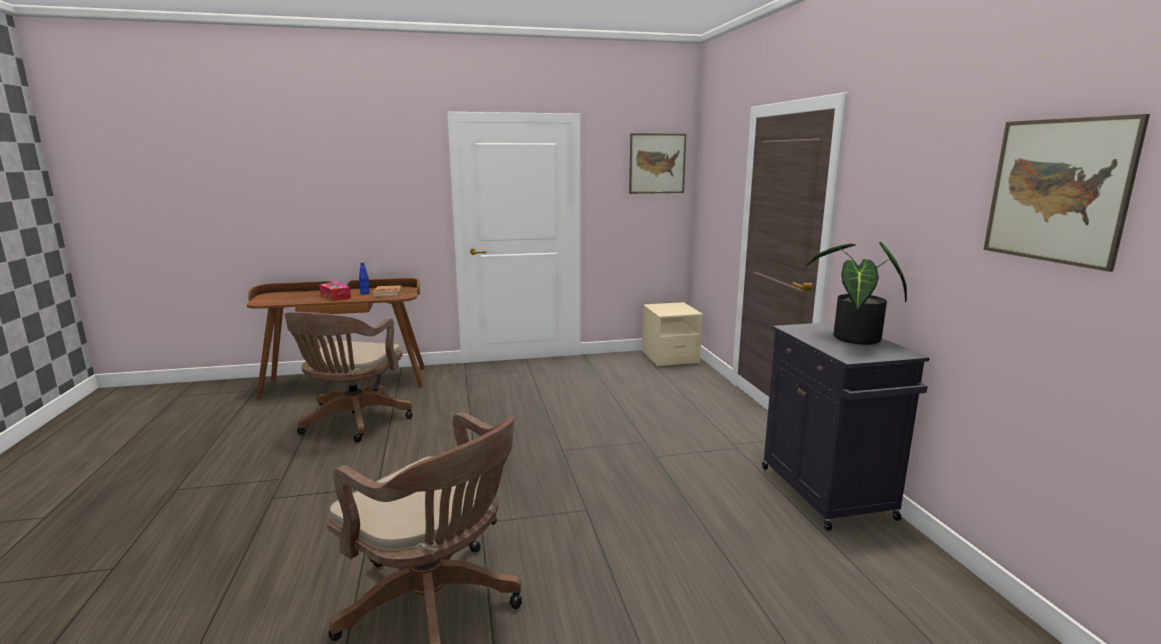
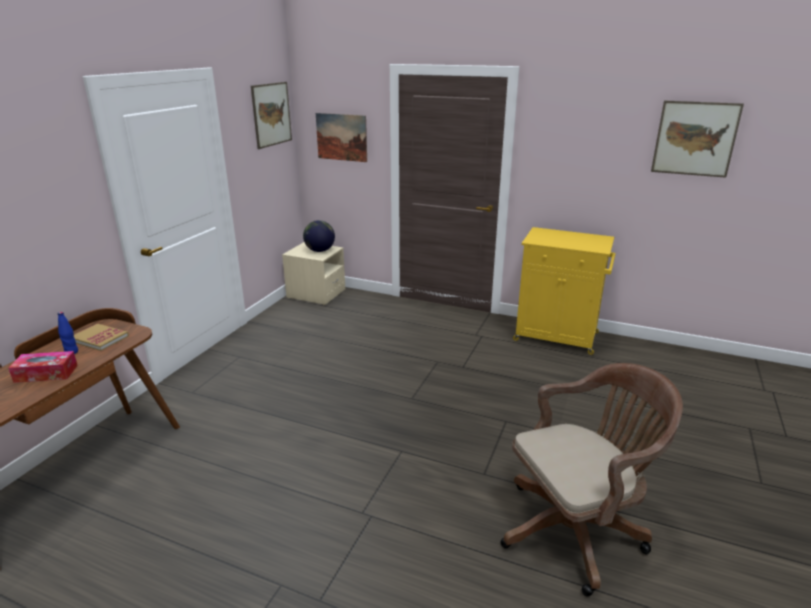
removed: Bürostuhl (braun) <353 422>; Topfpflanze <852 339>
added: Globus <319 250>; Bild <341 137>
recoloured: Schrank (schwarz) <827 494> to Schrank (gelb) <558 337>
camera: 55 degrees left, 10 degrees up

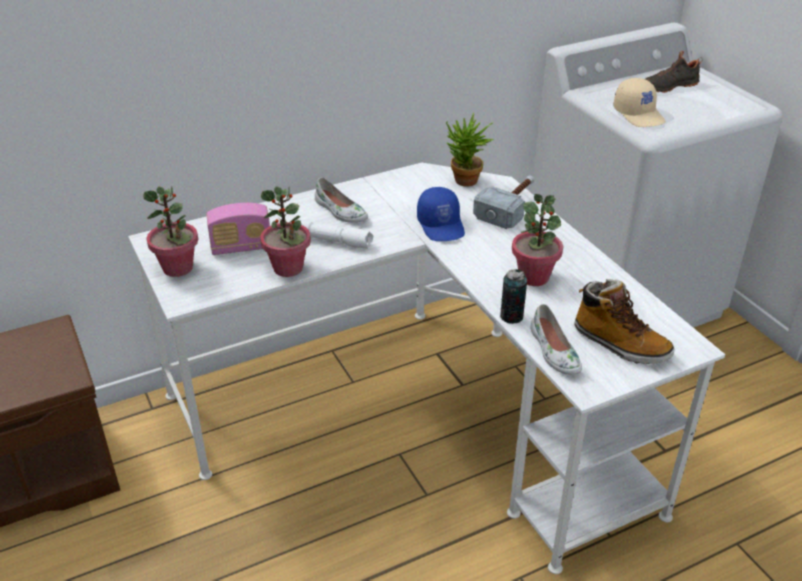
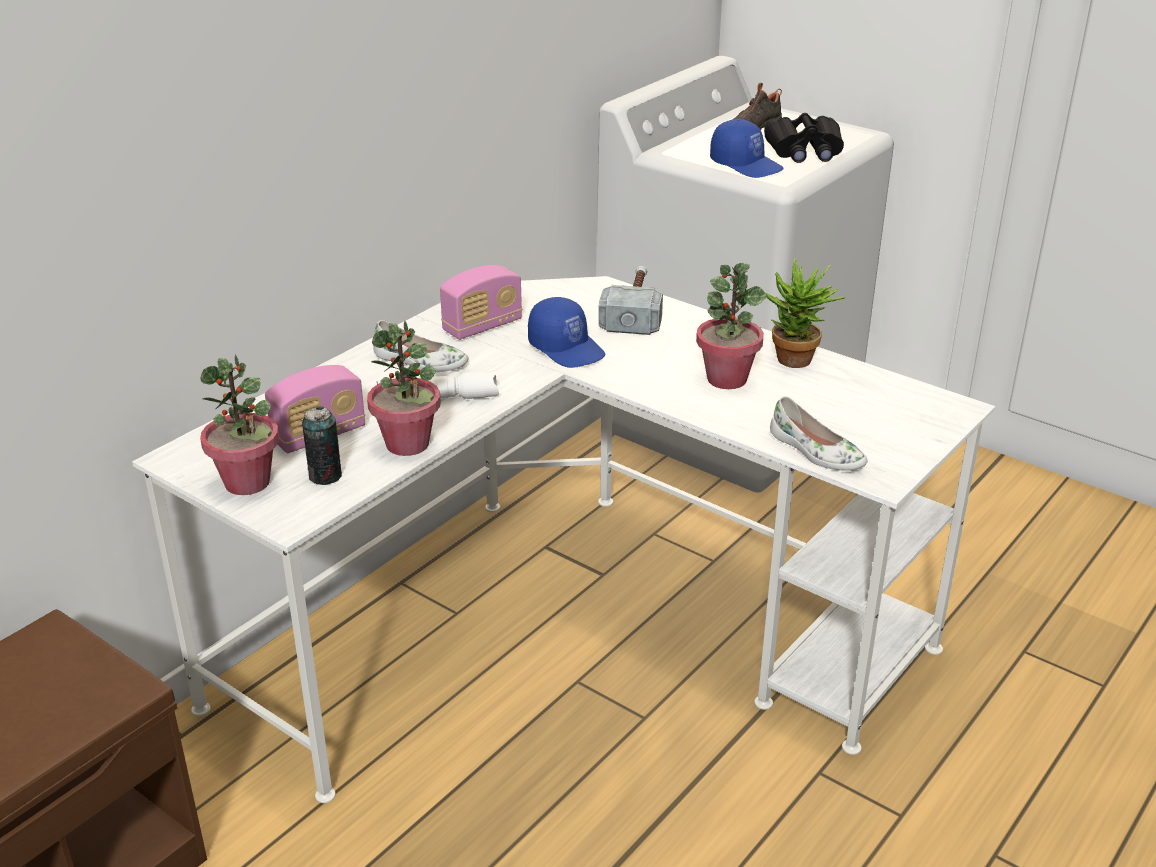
removed: Stiefel <620 344>
added: Radio <482 326>; Fernglas (schwarz) <804 151>
moved: Topfpflanze <464 183> to <796 363>; Dose <511 317> to <325 476>
recoloured: Kappe (beige) <639 115> to Kappe (blau) <746 165>
camera: 25 degrees left, 5 degrees down

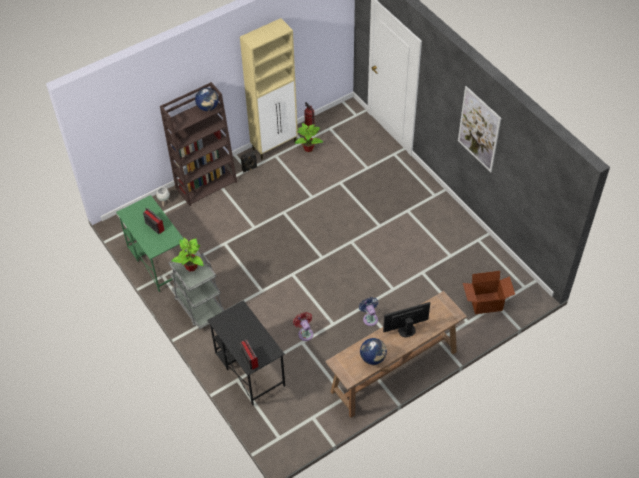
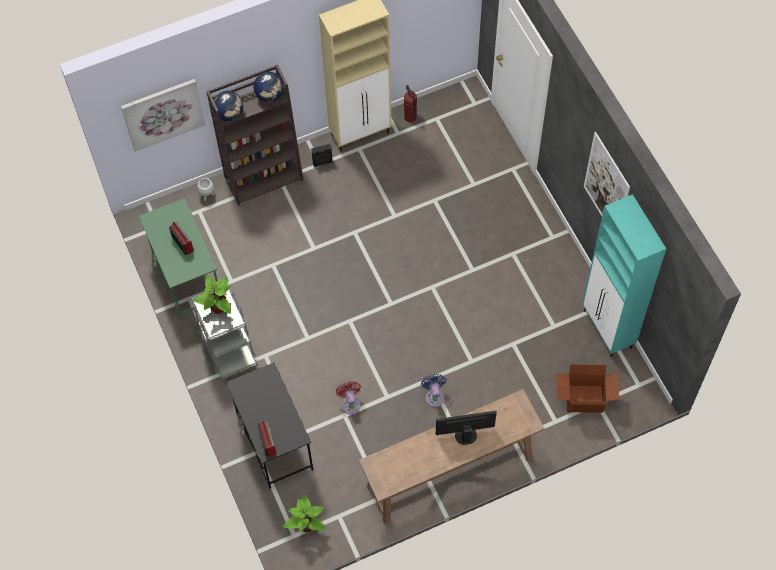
added: Bild <163 114>; Schrank (türkis) <607 330>
moved: Topfpflanze <308 148> to <307 525>; Globus <373 358> to <229 114>
camera: 10 degrees right, 10 degrees up

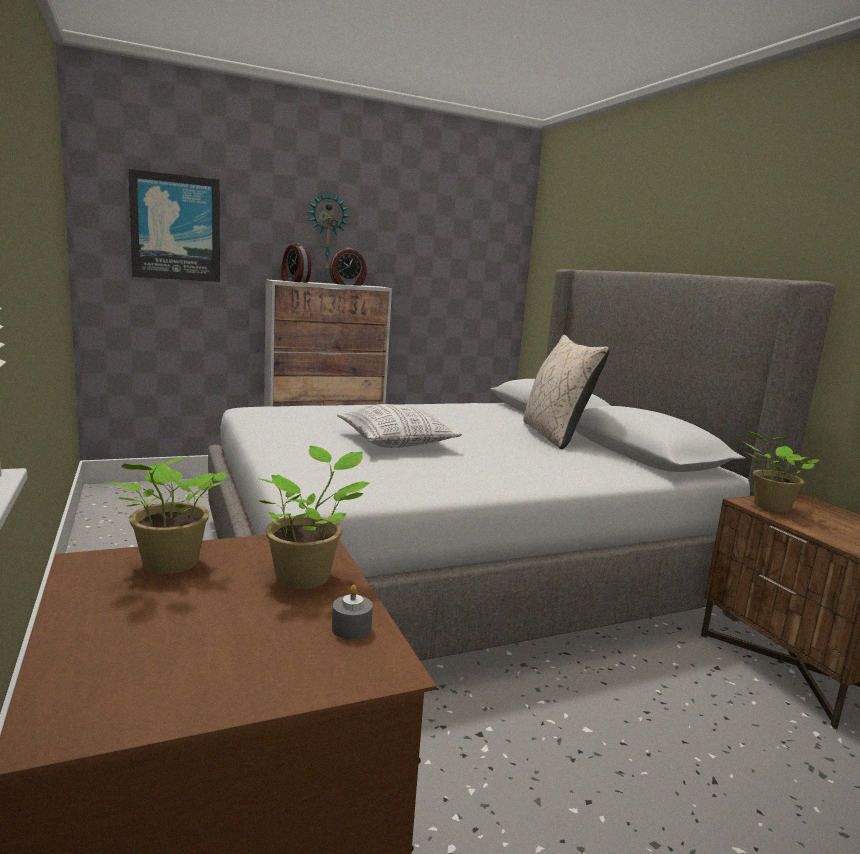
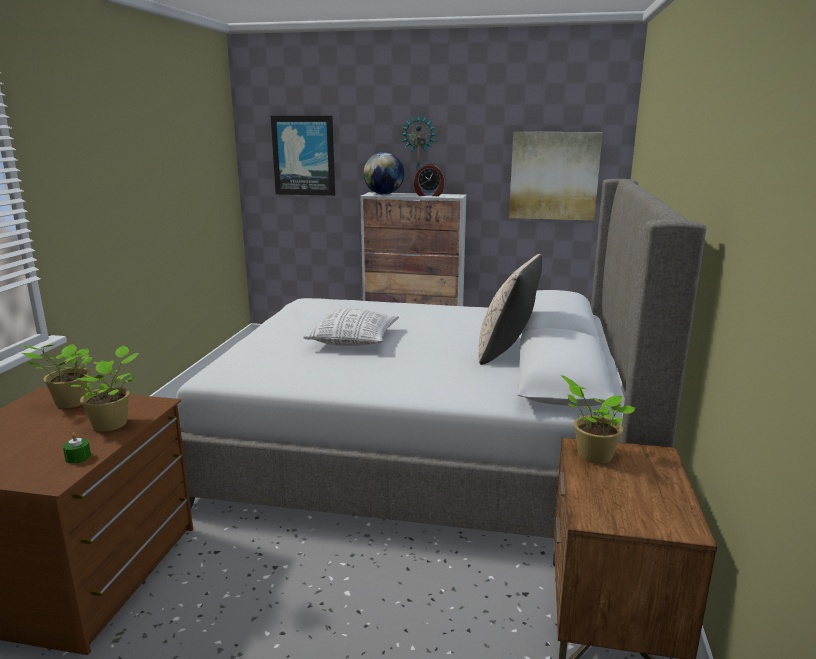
added: Bild <554 176>
replaced: Wecker <294 281> to Globus <384 194>
recoloured: Kerze (grau) <351 628> to Kerze (grün) <78 457>
camera: 35 degrees right, 5 degrees up

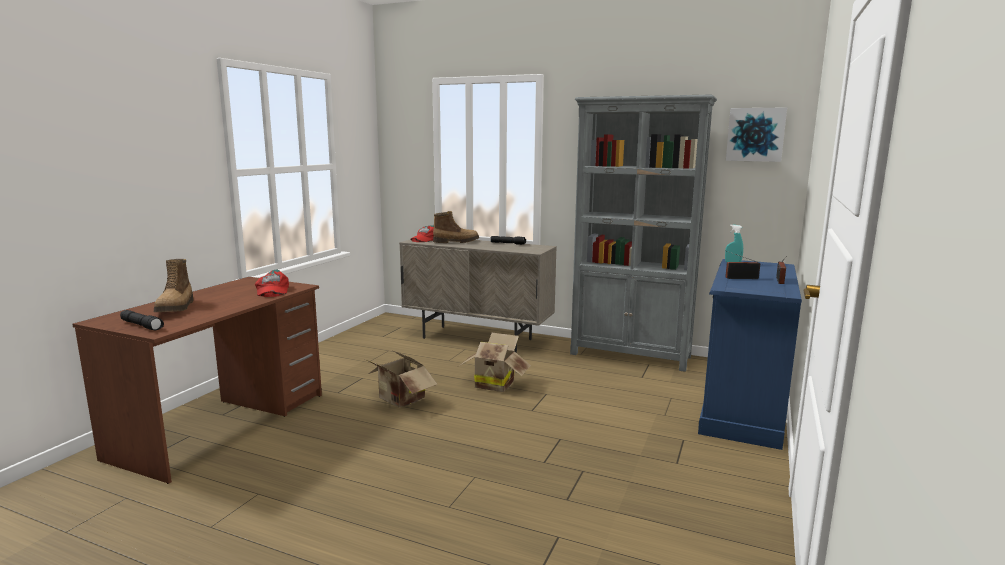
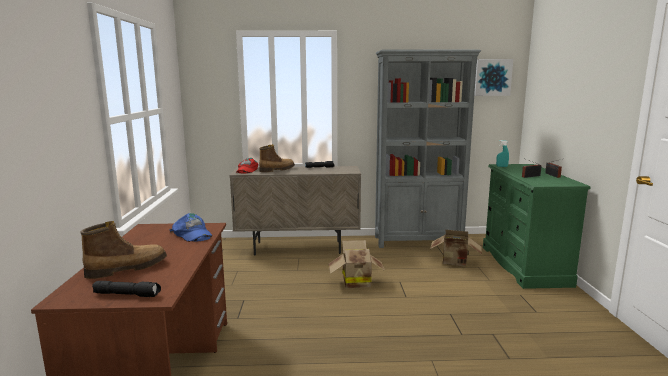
moved: Karton <400 400> to <455 263>
recoloured: Kappe (rot) <272 290> to Kappe (blau) <192 234>; Kommode (blau) <741 408> to Kommode (grün) <524 265>
turned: Stiefel <176 308> = <127 268> 90 degrees counterclockwise
camera: 25 degrees left, 0 degrees up

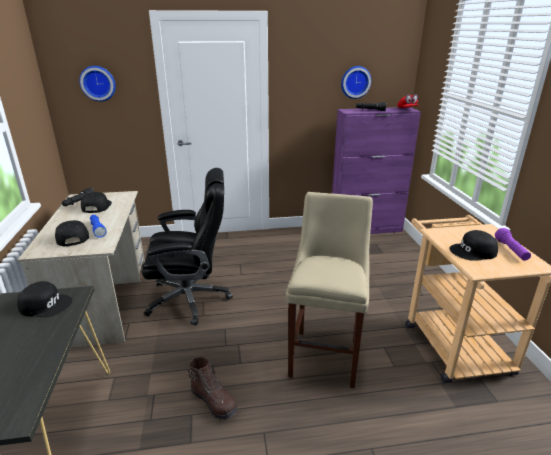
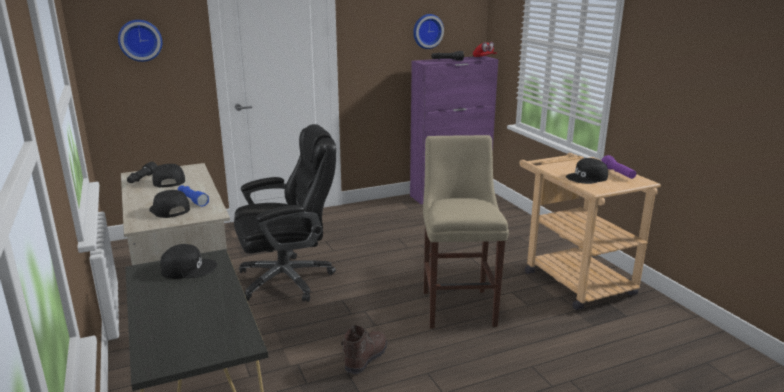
turned: Stiefel (braun) <214 401> = <365 358> 90 degrees counterclockwise
camera: 15 degrees left, 5 degrees down

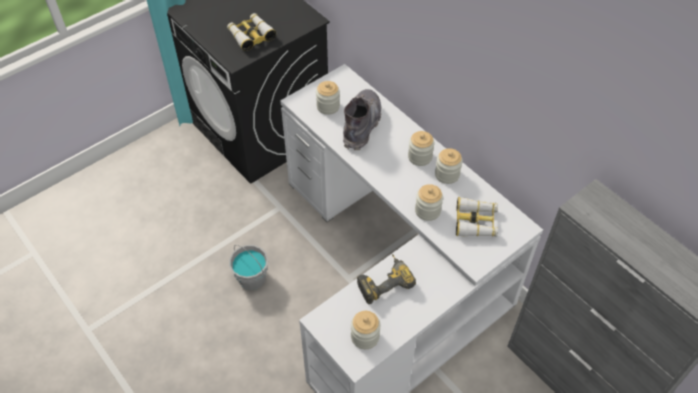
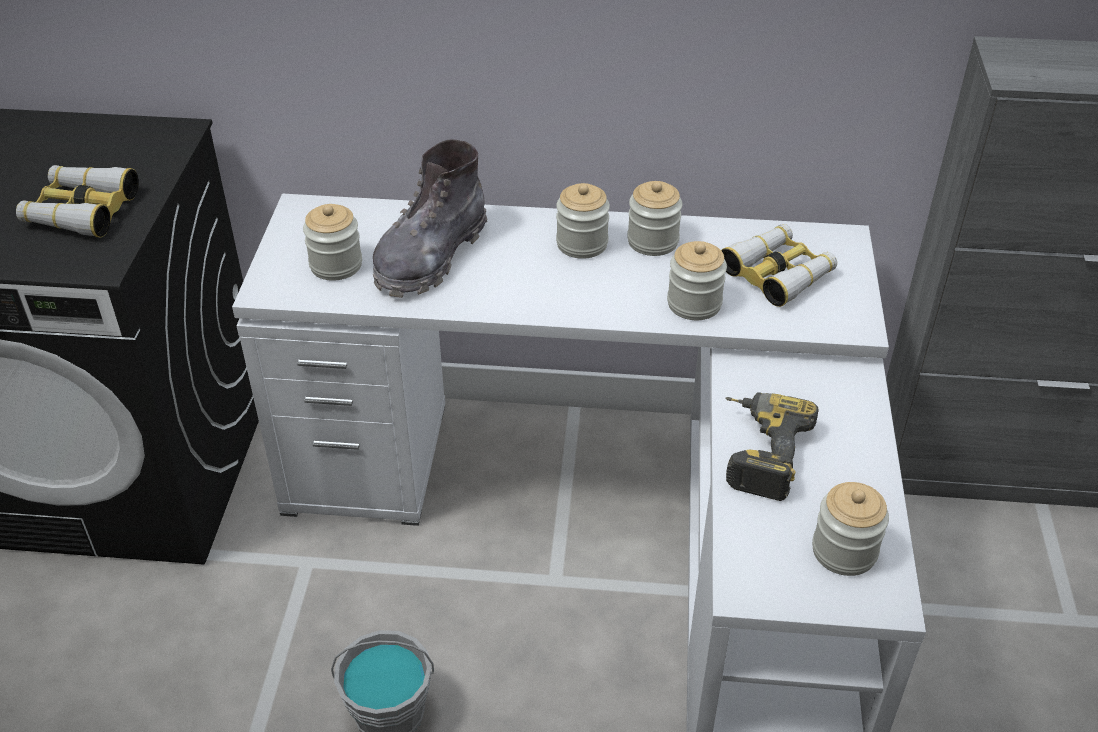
turned: Stiefel (grau) <361 125> = <430 257> 120 degrees counterclockwise
camera: 45 degrees left, 10 degrees down

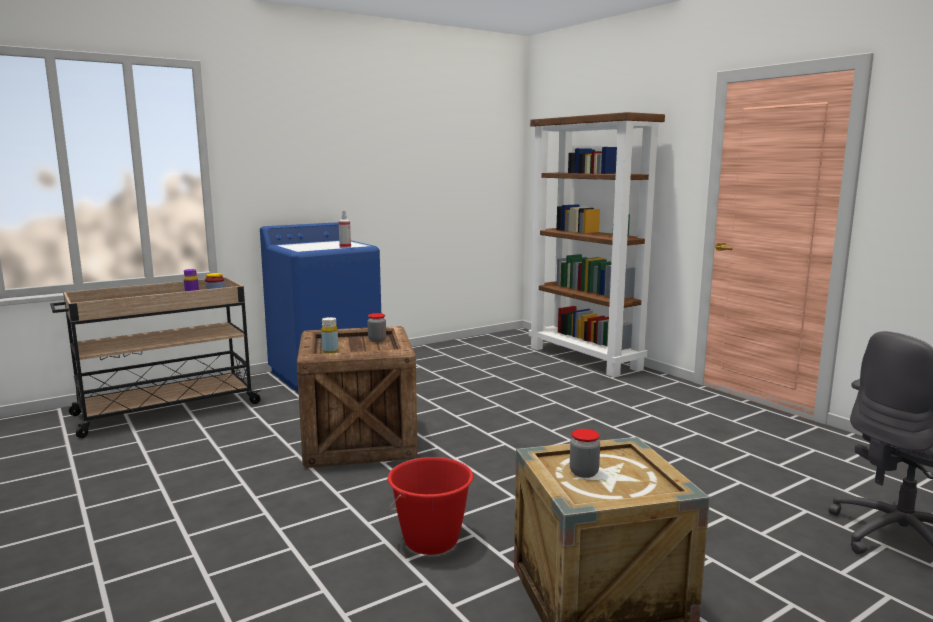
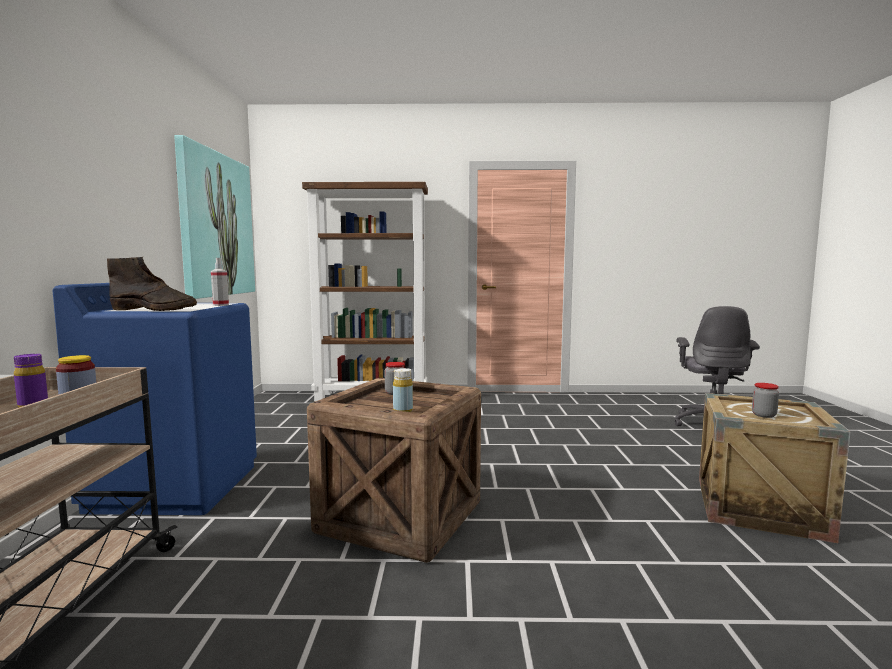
removed: Eimer (rot) <431 540>
added: Stiefel (braun) <155 310>; Bild <216 225>
camera: 55 degrees left, 5 degrees down

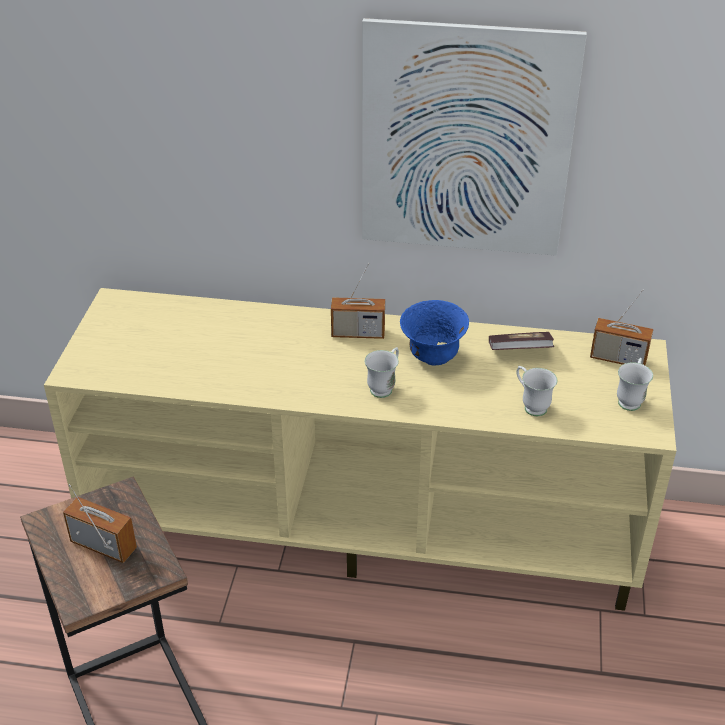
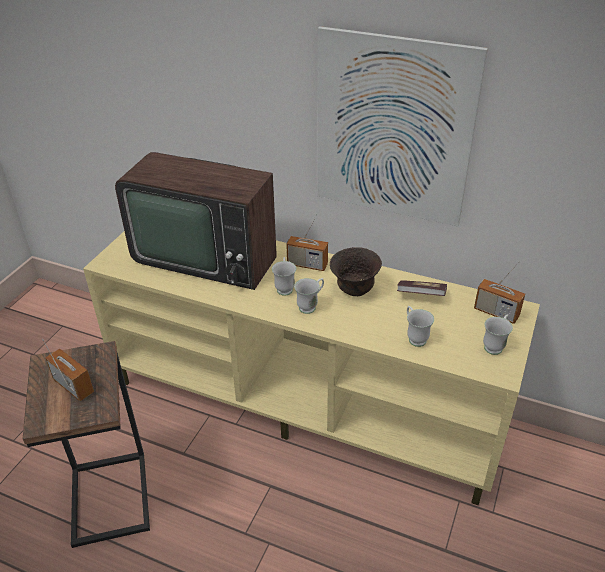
added: Fernseher <206 253>; Henkelbecher (weiß) <284 287>
recoloured: Schüssel (blau) <433 357> to Schüssel (braun) <354 290>
camera: 15 degrees right, 0 degrees up

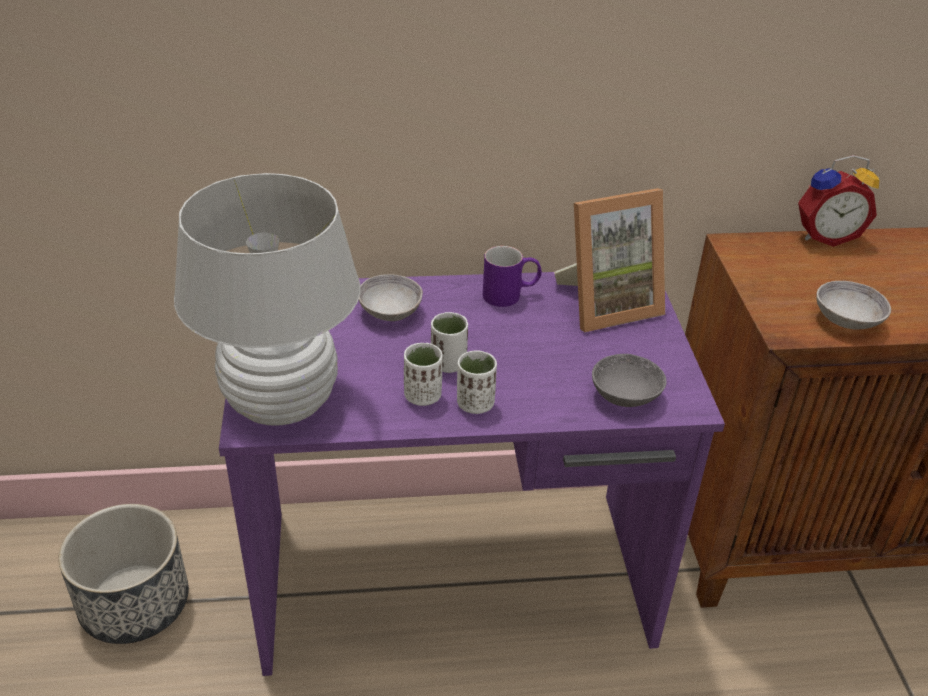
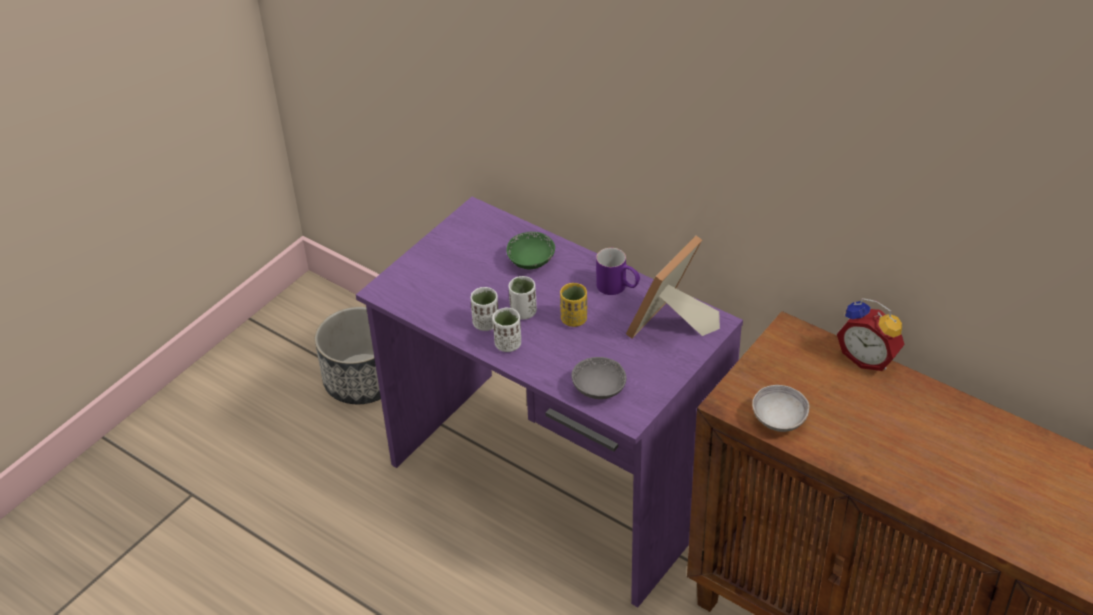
removed: Tischlampe (weiß) <281 404>
added: Tasse (gelb) <574 319>
recoloured: Schüssel (grau) <390 312> to Schüssel (grün) <531 261>
turned: Bilderrahmen <606 304> = <671 327> 105 degrees clockwise
camera: 45 degrees right, 5 degrees up

